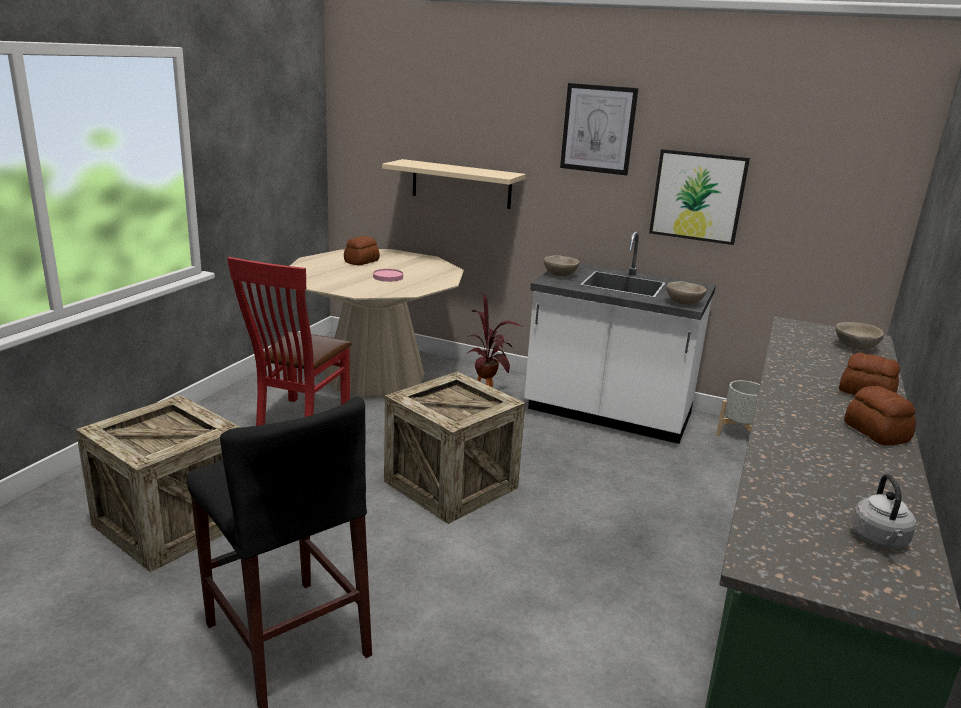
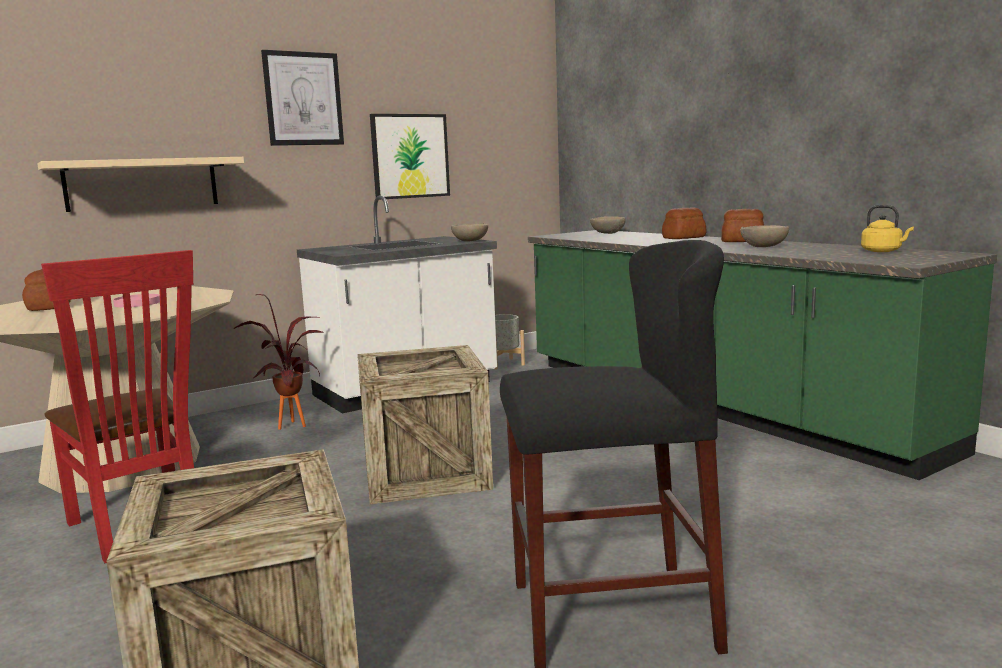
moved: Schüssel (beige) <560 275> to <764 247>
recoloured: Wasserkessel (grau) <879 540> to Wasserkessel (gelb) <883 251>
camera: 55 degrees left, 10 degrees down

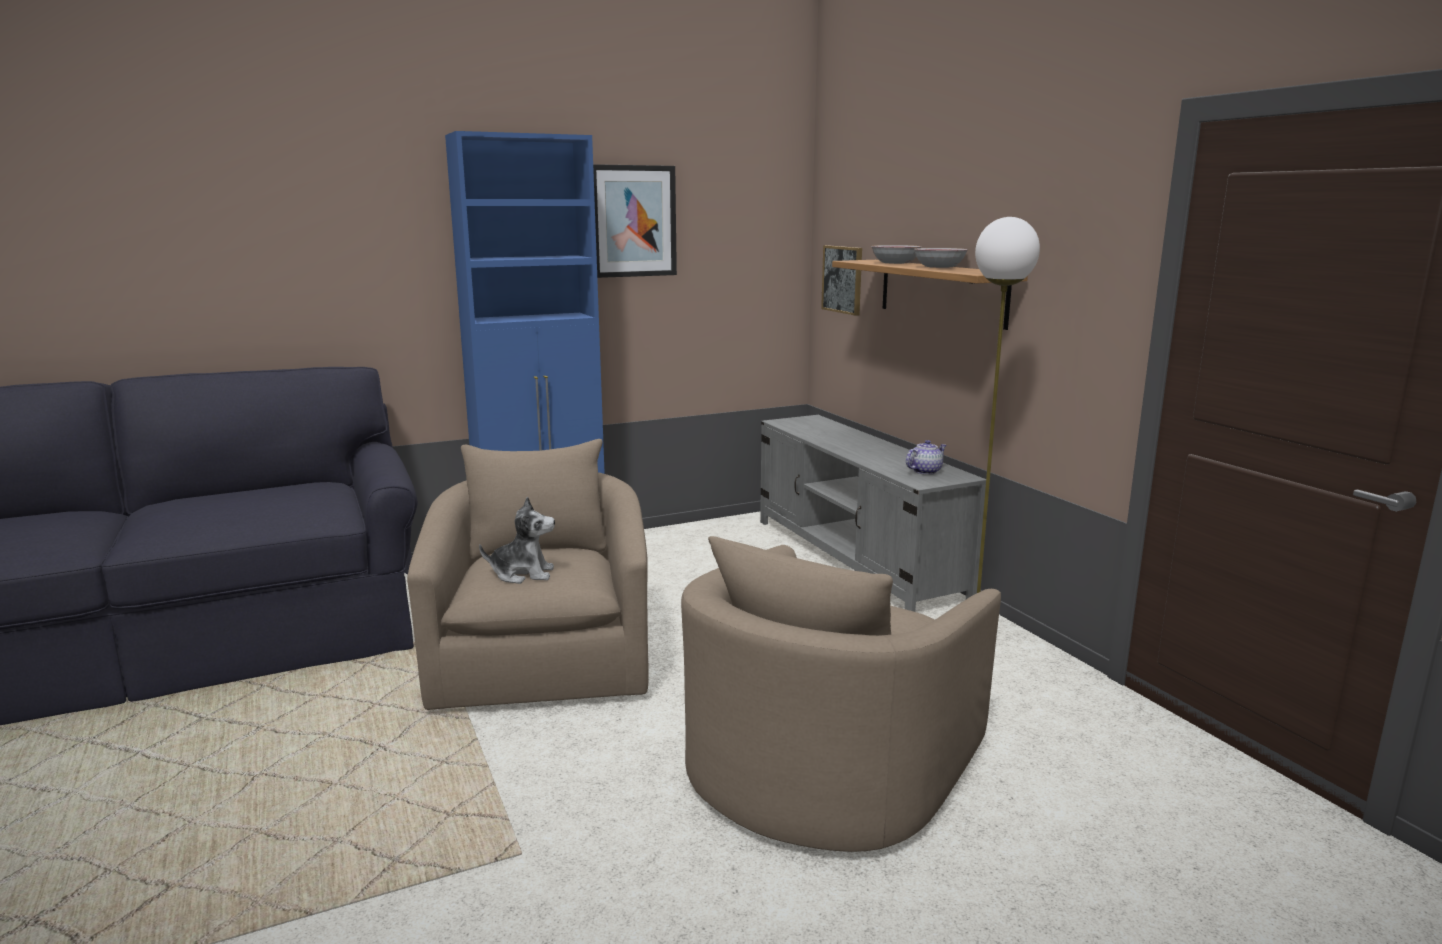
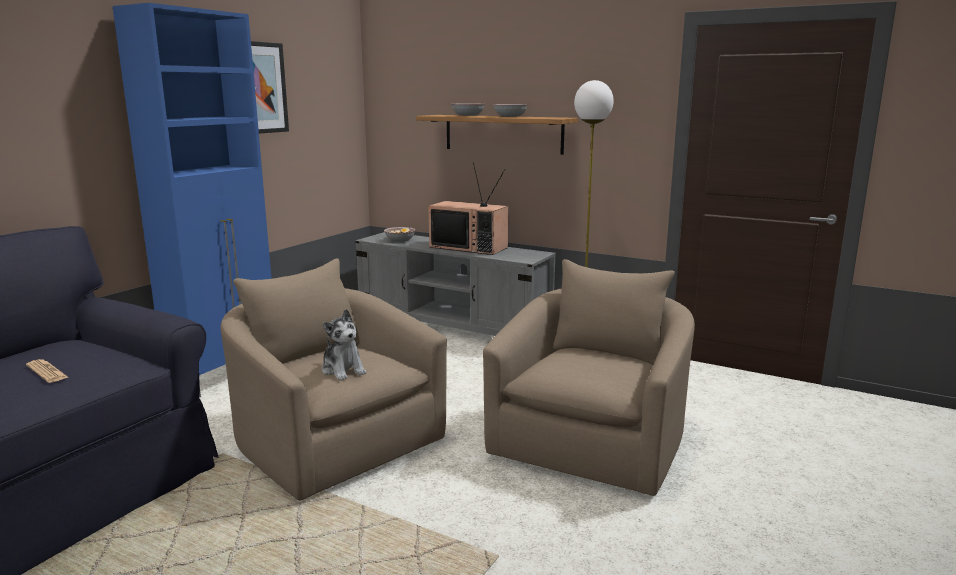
removed: Bild <843 279>; Teekanne <925 471>
added: Zeitung <47 372>; Schüssel <400 240>; Fernseher <470 247>
turned: Plüschtier <523 574> = <343 370> 90 degrees clockwise; Sessel (beige) <826 765> = <593 440> 150 degrees counterclockwise
camera: 35 degrees left, 0 degrees up

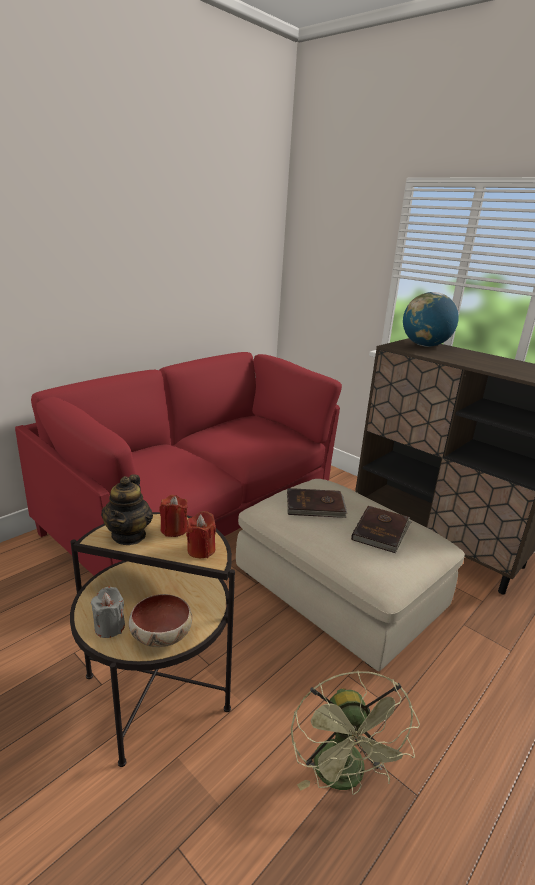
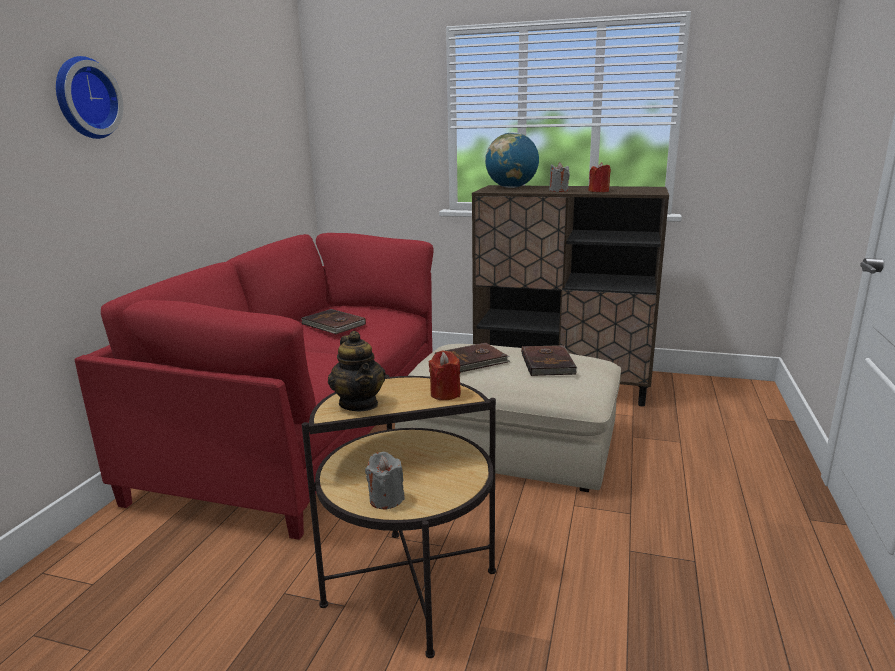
removed: Schüssel <160 635>; Ventilator (grün) <344 777>
added: Wanduhr <84 98>; Buch (braun) <333 324>; Kerze (grau) <558 190>
moved: Kerze (rot) <174 529> to <599 191>
camera: 25 degrees left, 5 degrees down

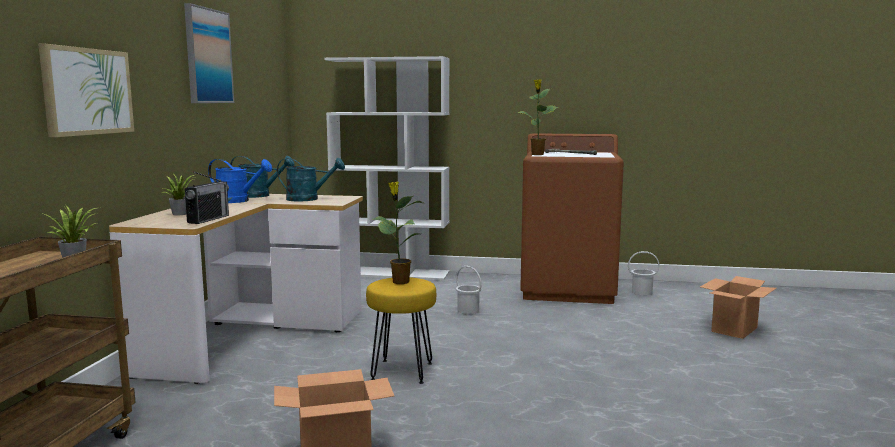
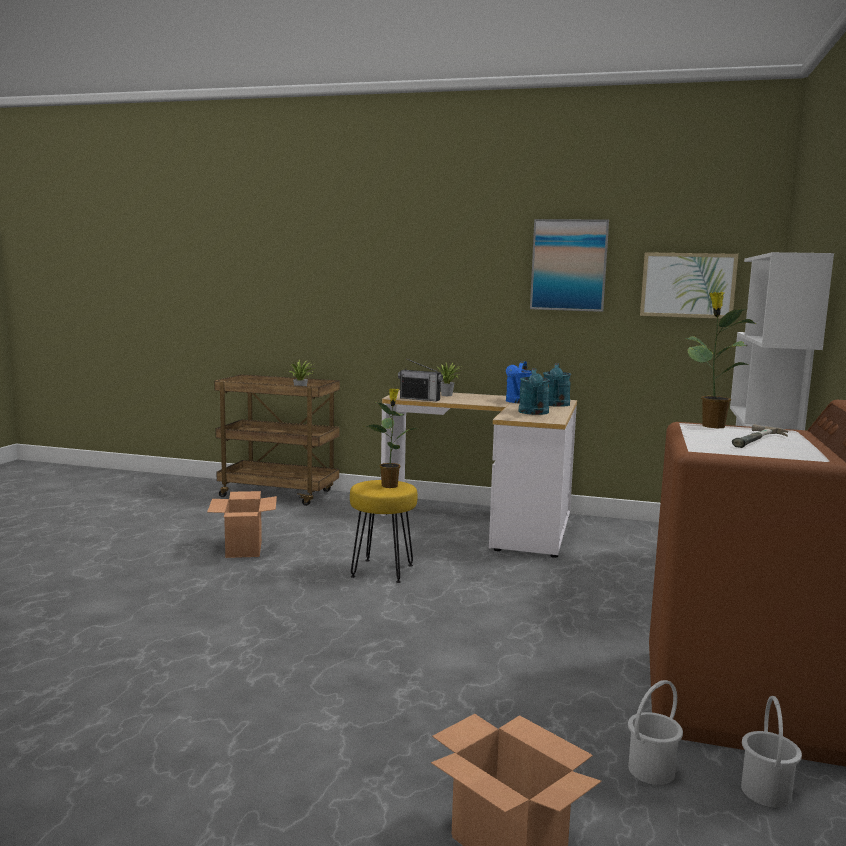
moved: Bild <87 91> to <687 285>; Eimer (weiß) <468 311> to <650 770>
camera: 95 degrees right, 0 degrees up

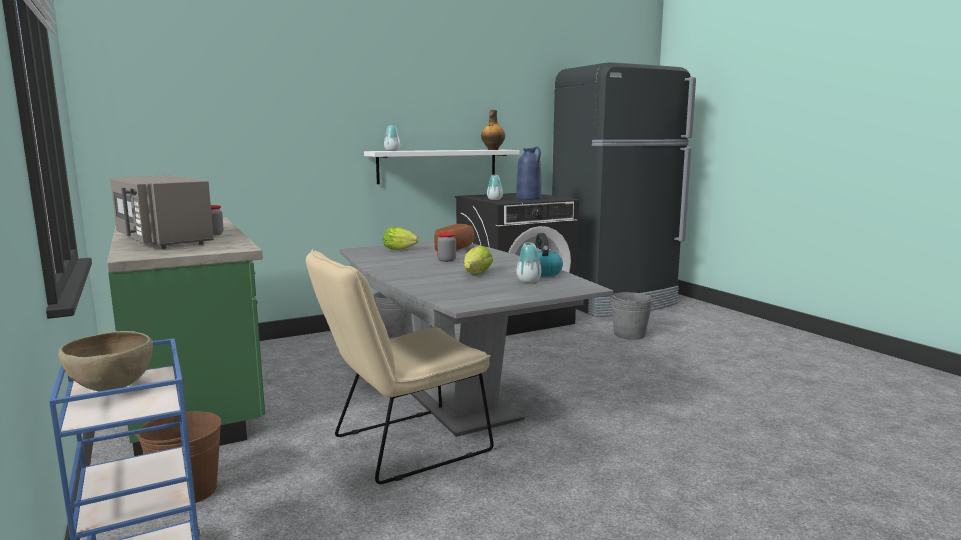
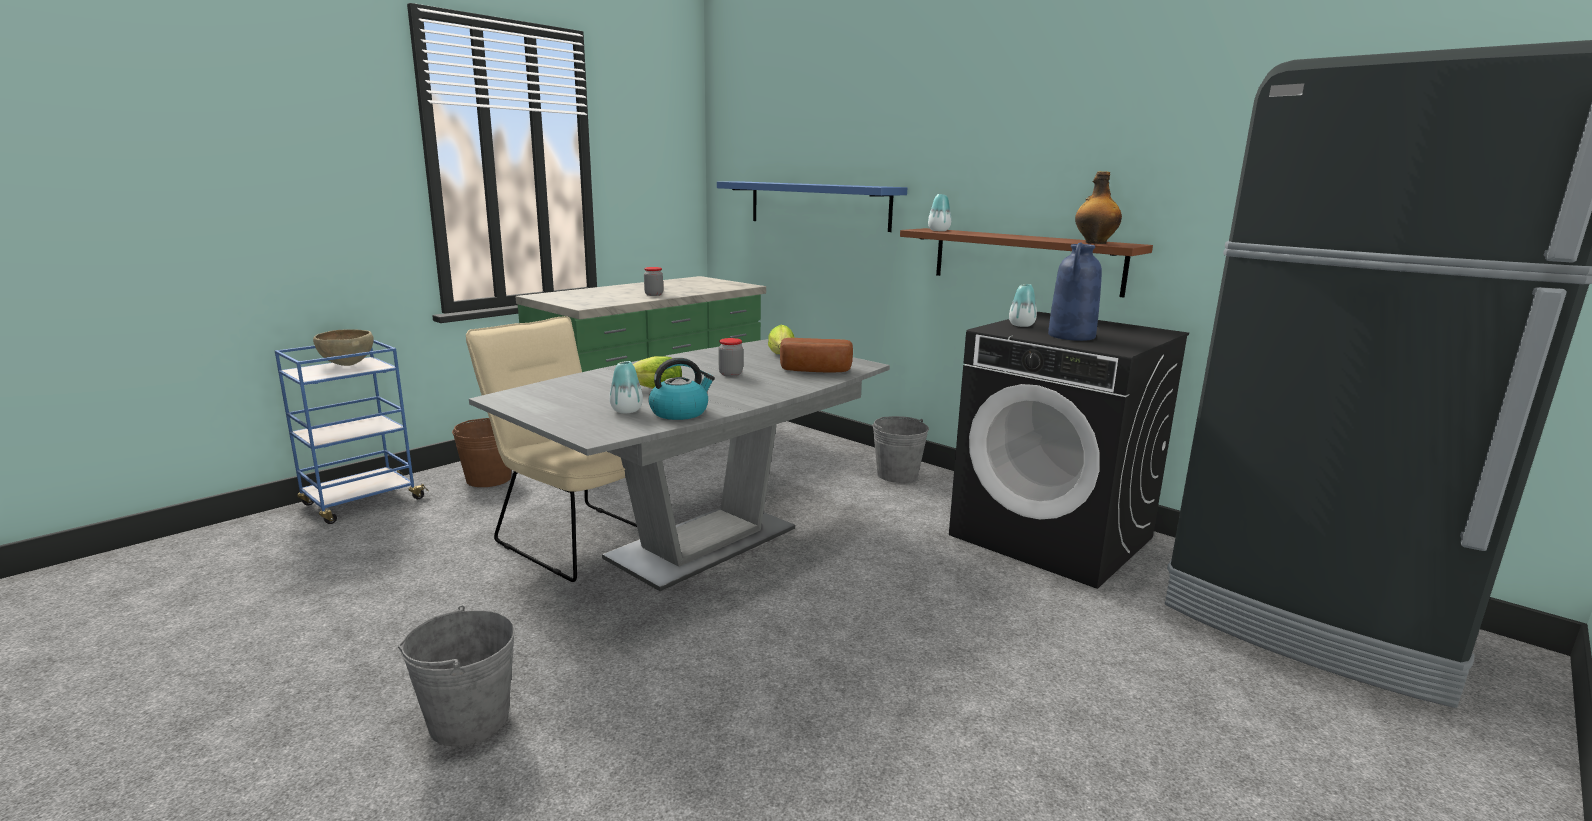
removed: Mikrowelle (grau) <162 240>
added: Wandregal (blau) <818 205>
moved: Eimer (grau) <629 334> to <469 720>
recoloured: Wandregal (weiß) <438 166> to Wandregal (braun) <1025 260>
camera: 70 degrees right, 5 degrees up

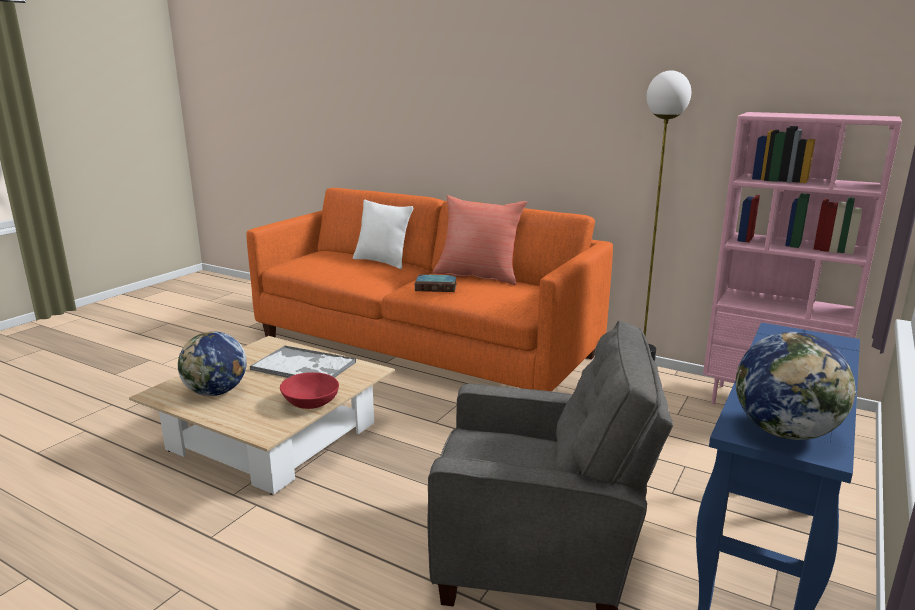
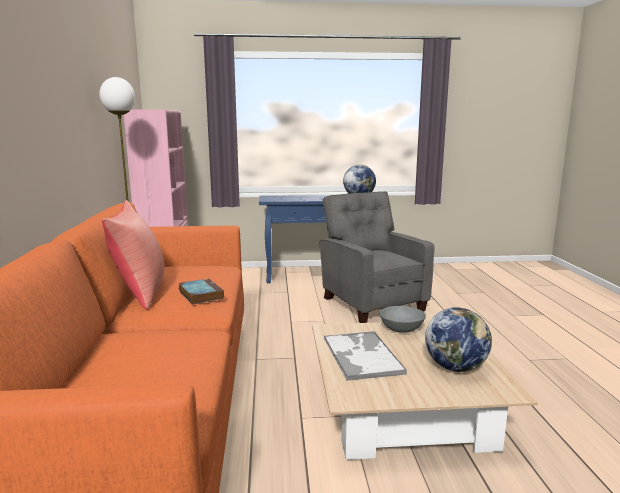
removed: Kissen (weiß) <382 262>
recoloured: Schüssel (rot) <310 403> to Schüssel (grau) <402 329>
camera: 125 degrees left, 5 degrees down

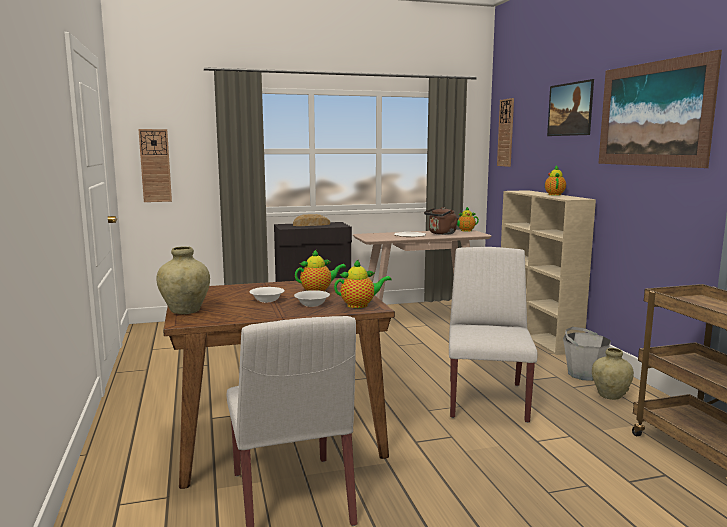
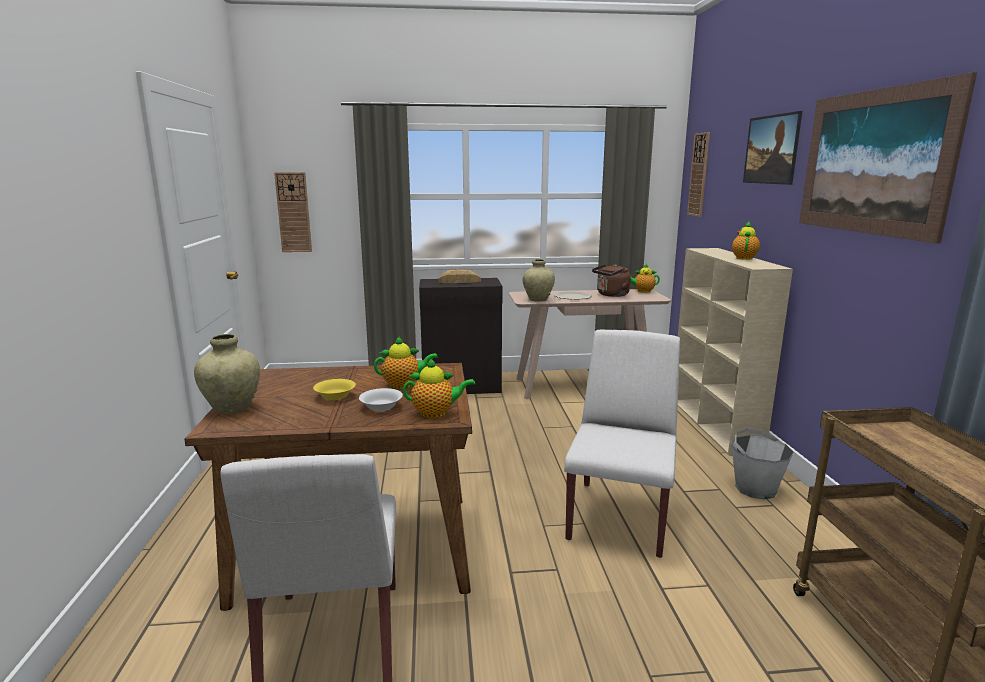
moved: Vase (beige) <610 395> to <538 299>
recoloured: Schüssel (weiß) <266 300> to Schüssel (gelb) <335 396>
camera: 10 degrees right, 5 degrees up

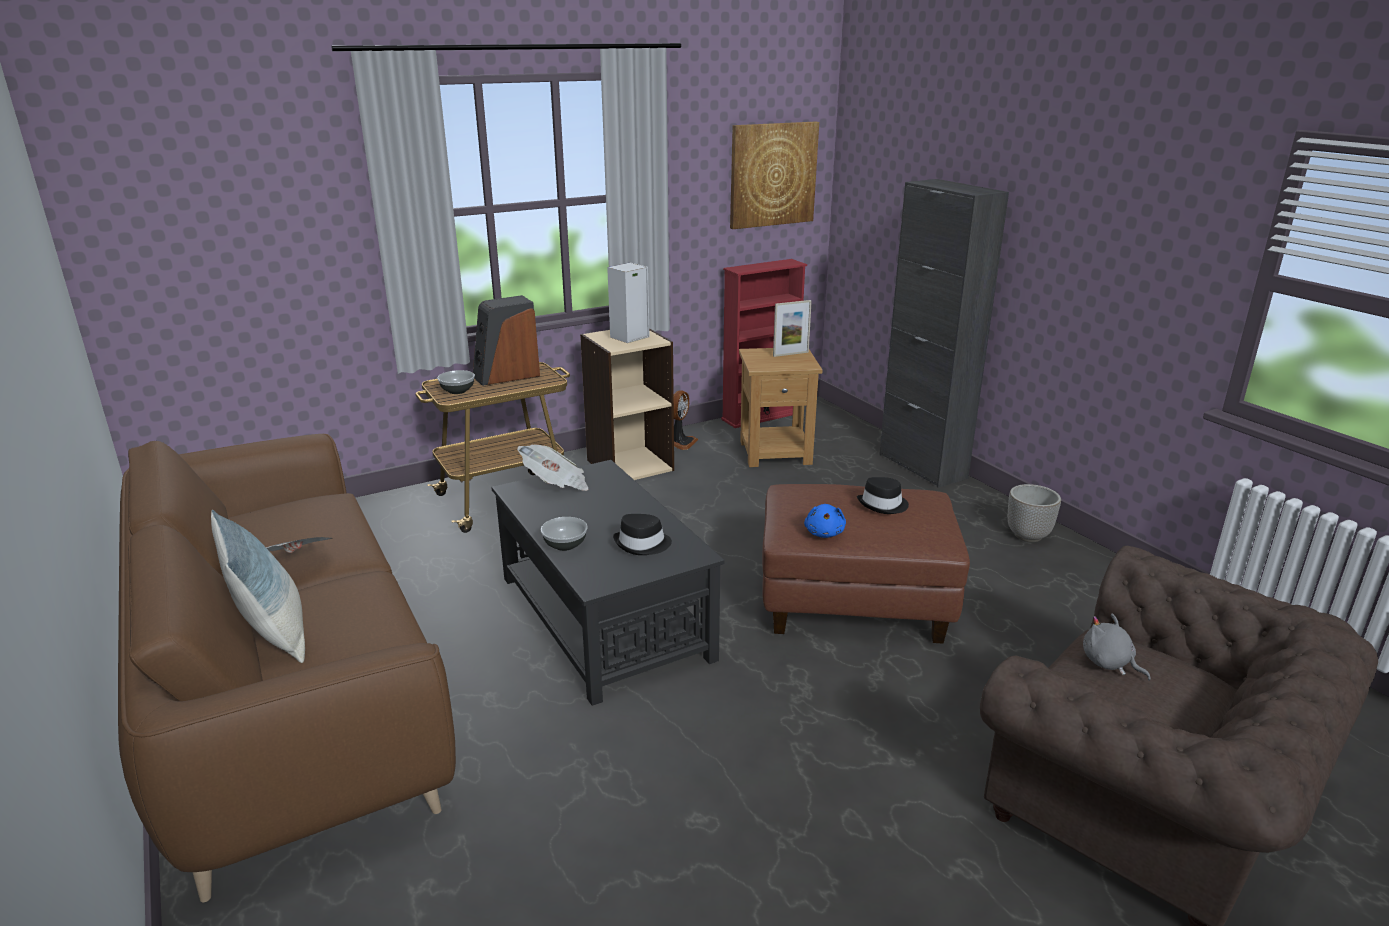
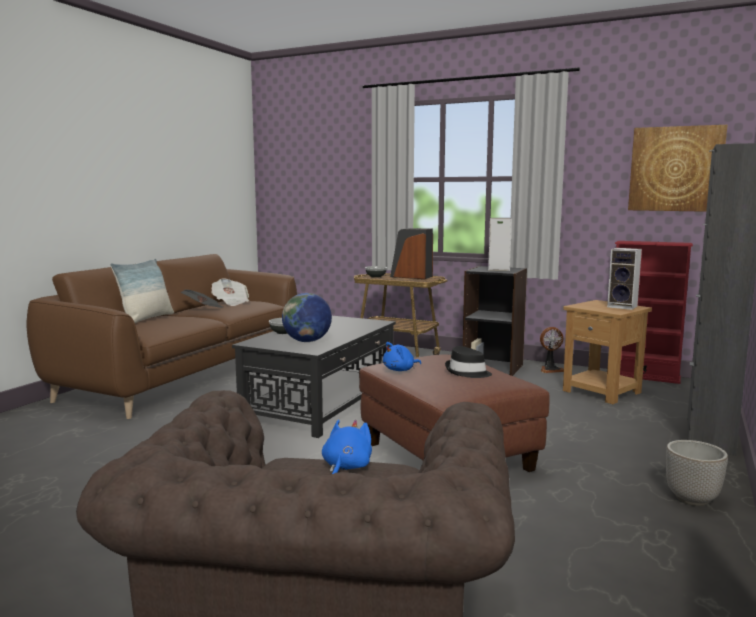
moved: Zeitung <556 484> to <230 302>
replaced: Hut (schwarz) <642 544> to Globus <307 341>; Bilderrahmen <790 354> to Lautsprecher <623 307>
recoloured: Bücherregal (beige) <629 465> to Bücherregal (schwarz) <493 367>; Plüschtier (grau) <1109 663> to Plüschtier (blau) <346 467>
camera: 55 degrees right, 15 degrees down

